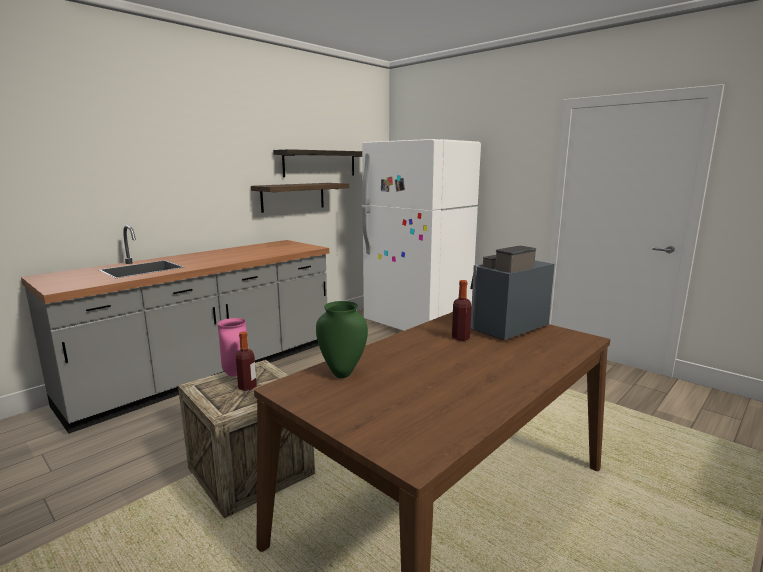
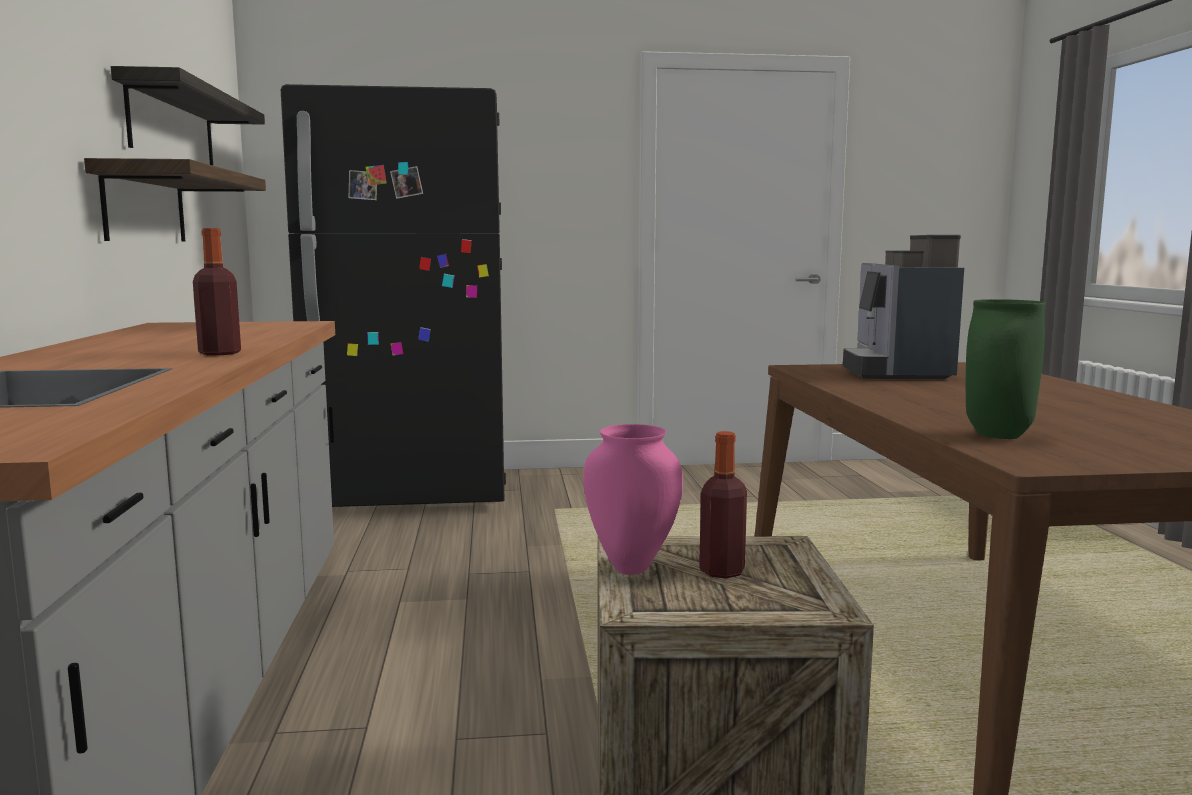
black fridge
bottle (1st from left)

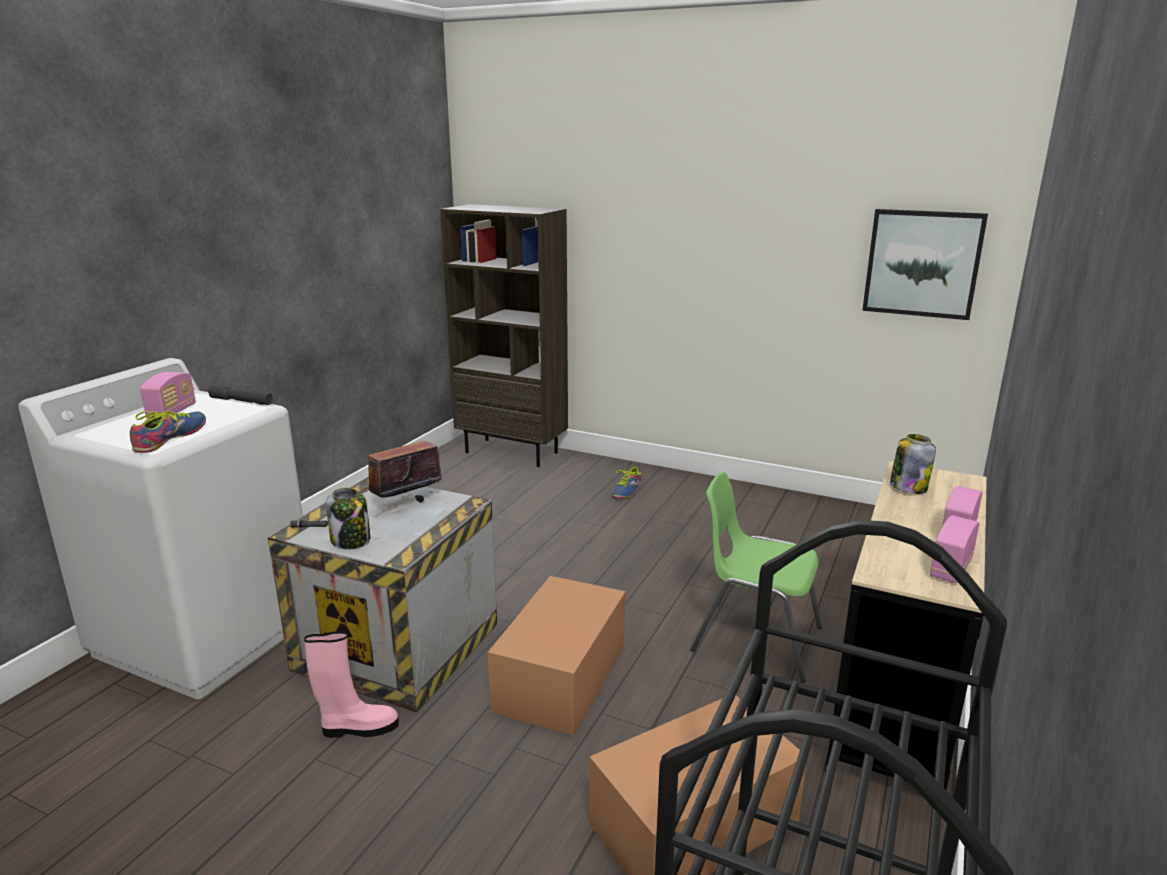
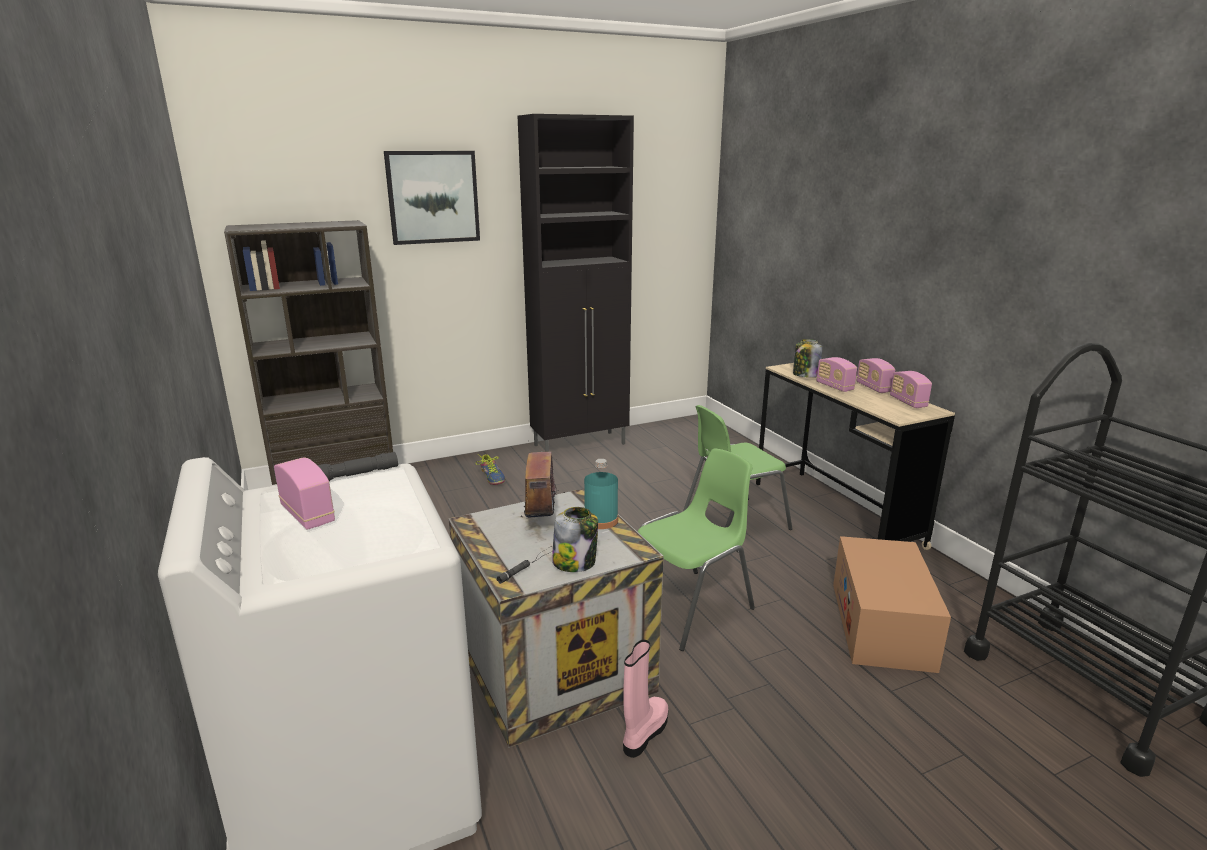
shoe (1st from left in the first image)
green chair (1st from left)
picture
black cabinet
turquoise bottle
radio (3rd from left)

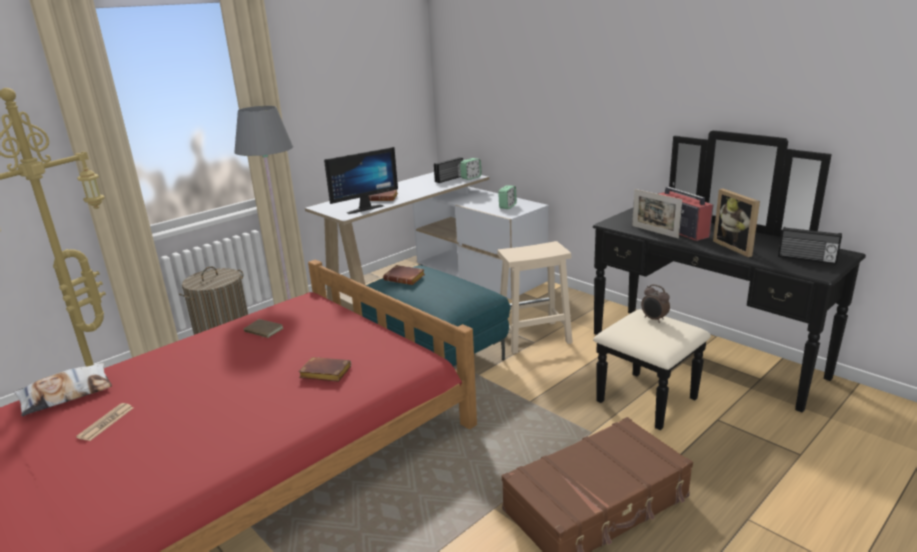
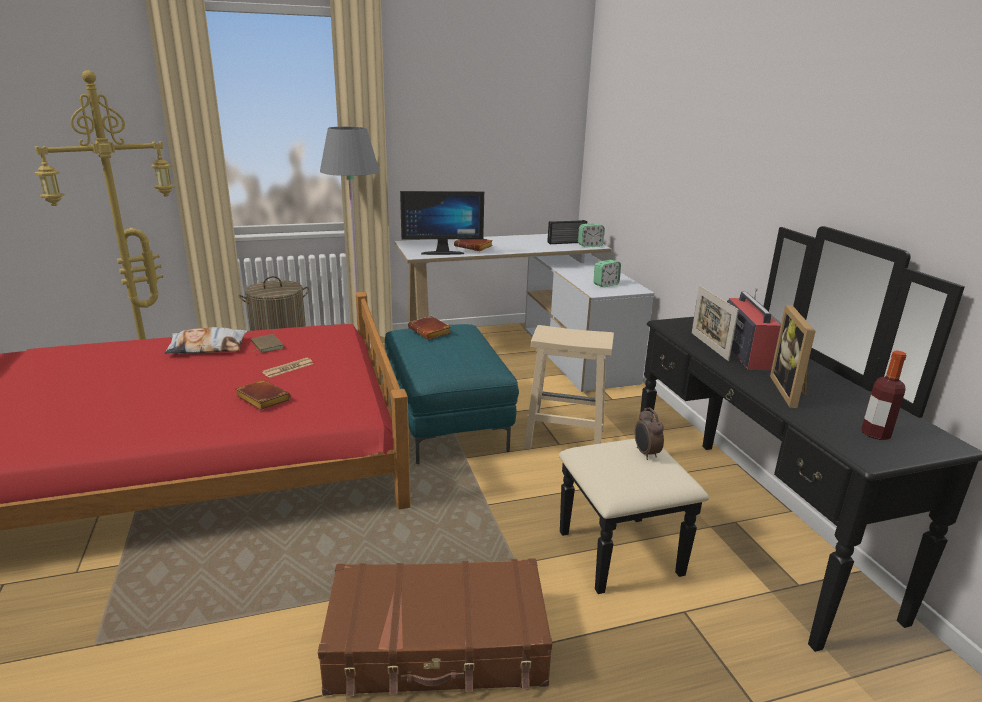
pillow
newspaper
bottle

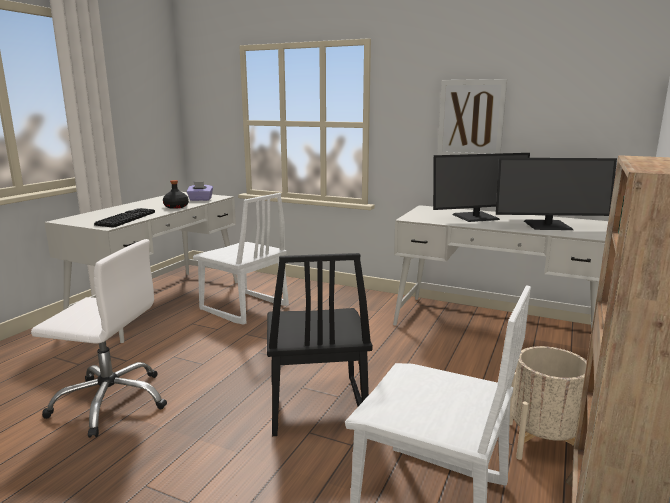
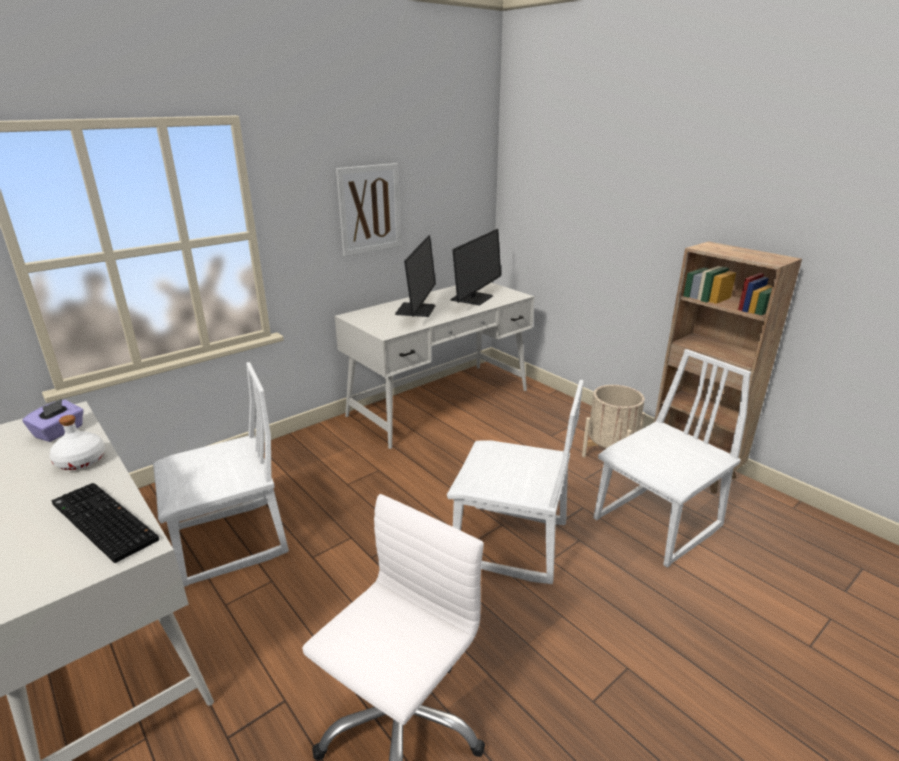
white bottle
white chair (2nd from left)

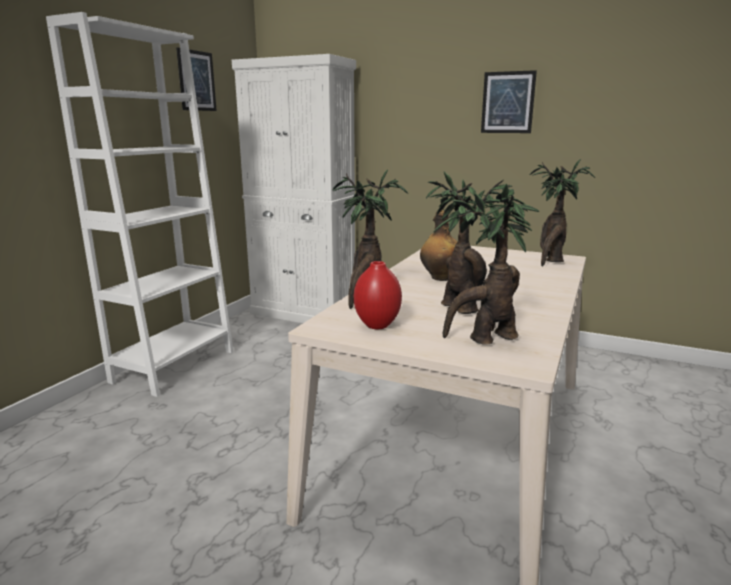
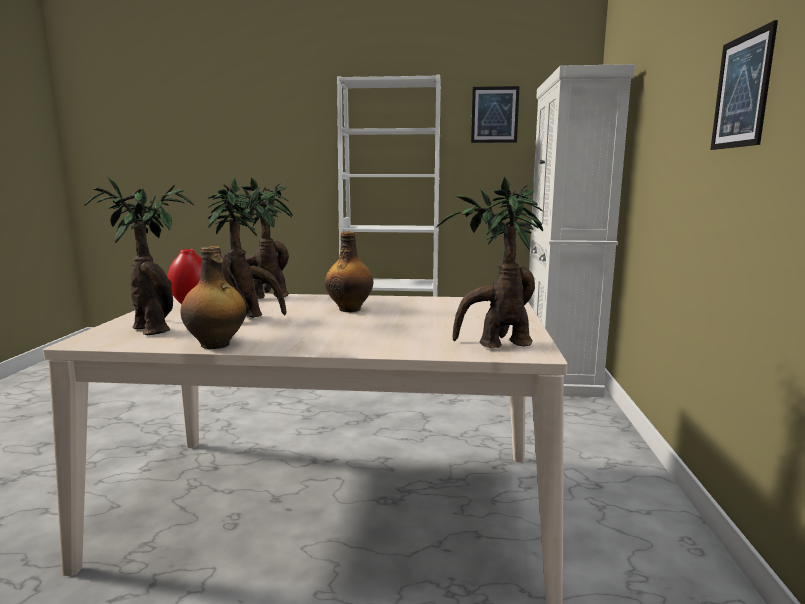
bottle (1st from left)

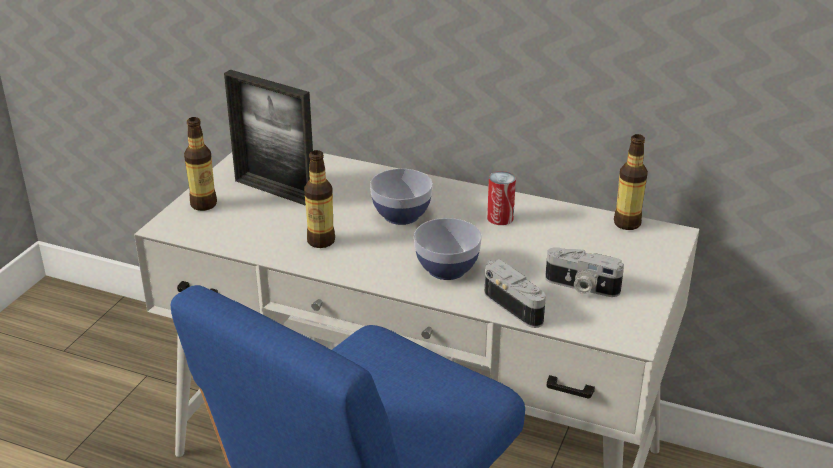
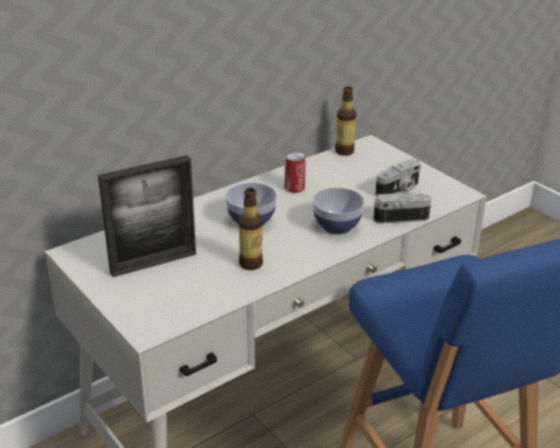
bottle (1st from left in the first image)

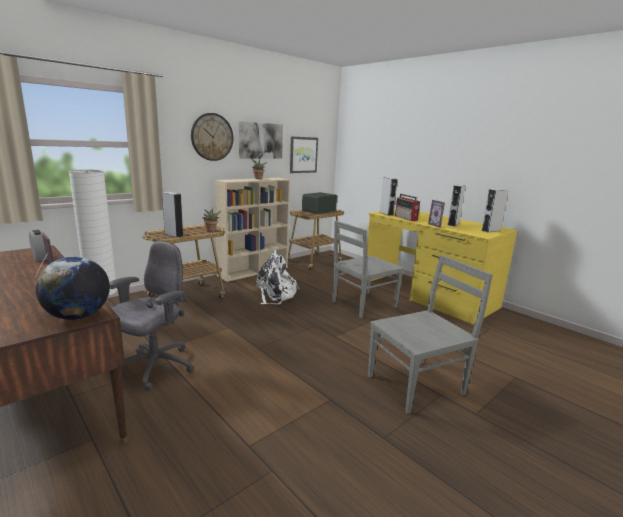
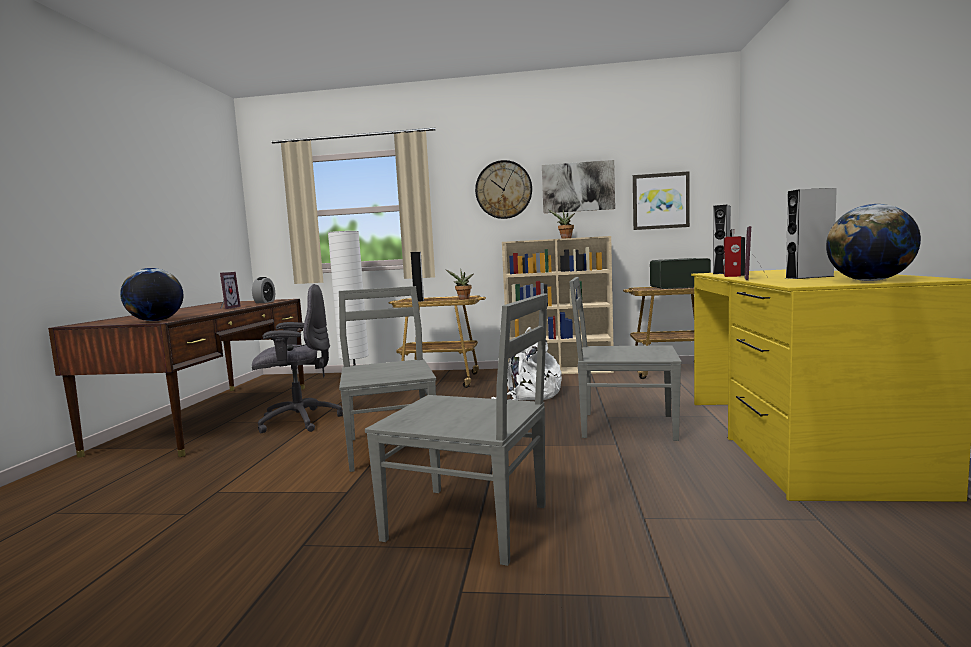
globe (2nd from left)
grey chair (1st from left)

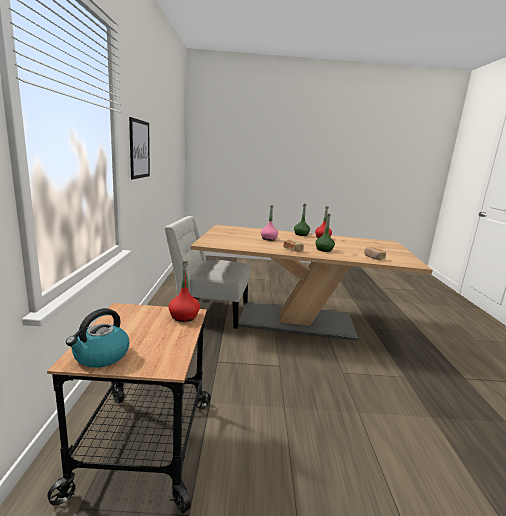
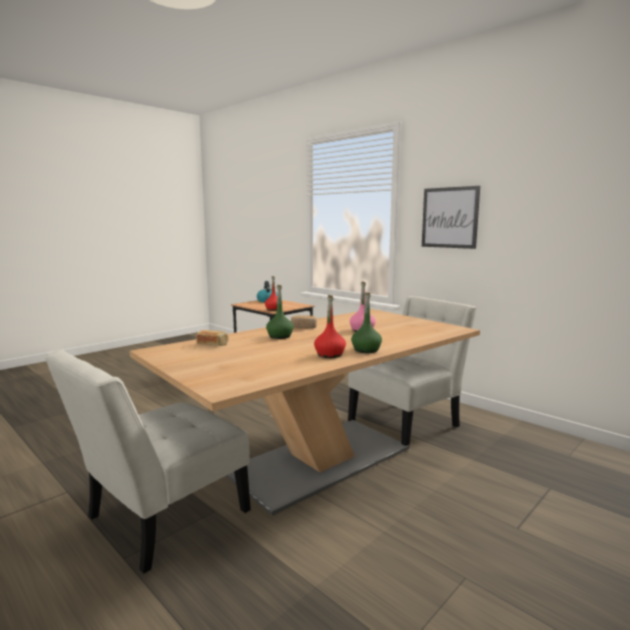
white chair (1st from left)

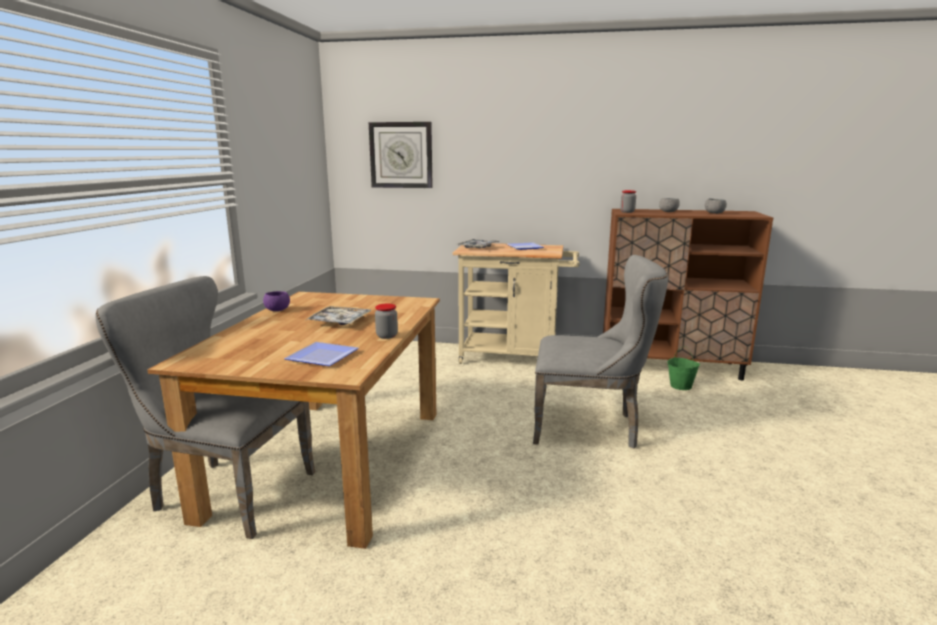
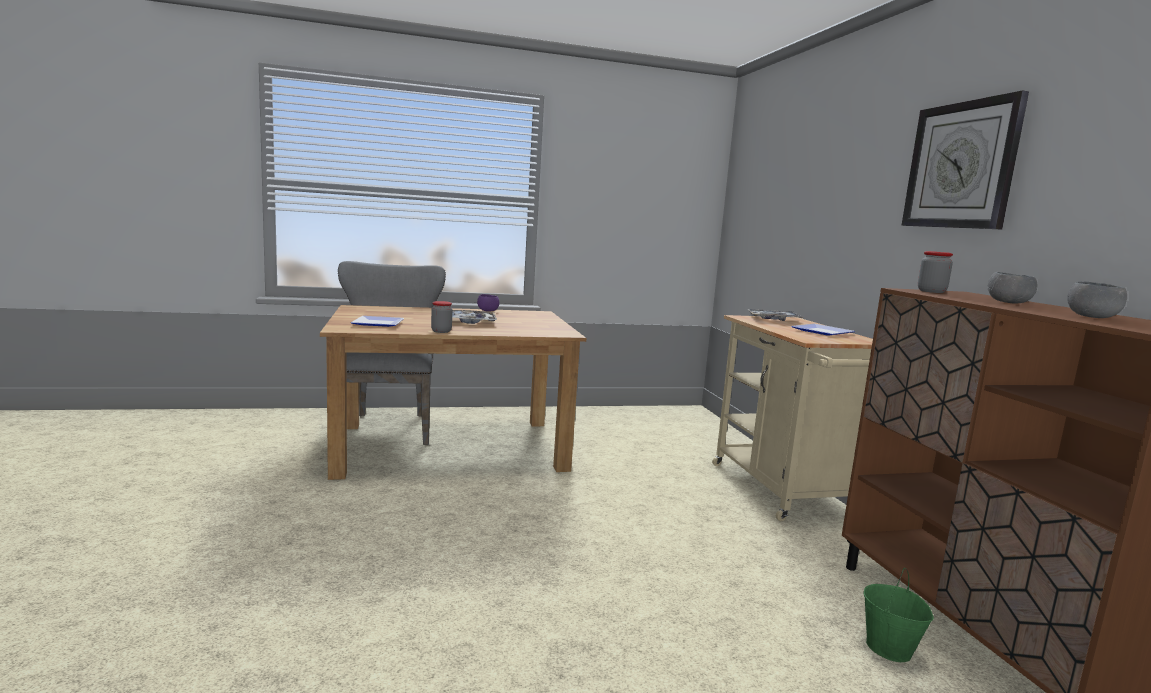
wall clock
grey chair (2nd from left in the first image)

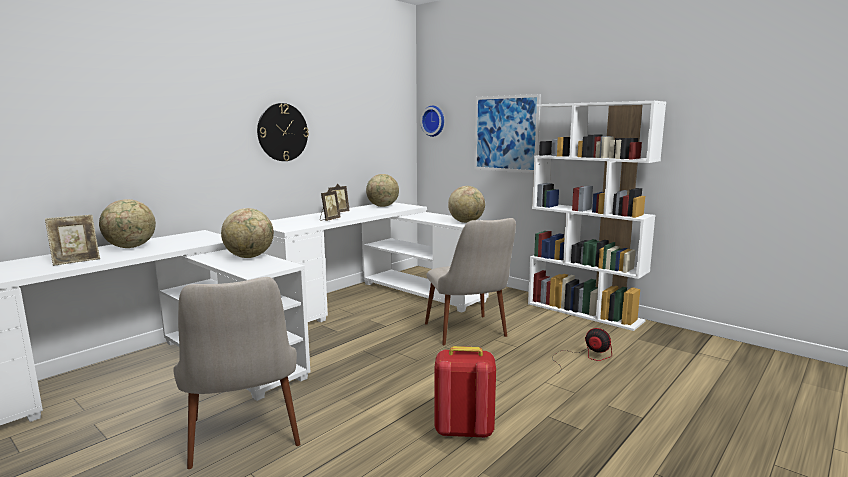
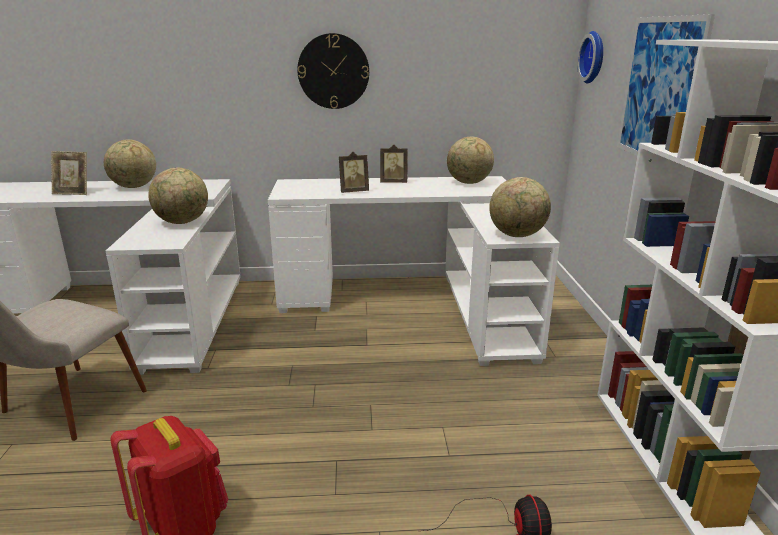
beige chair (2nd from left in the first image)

